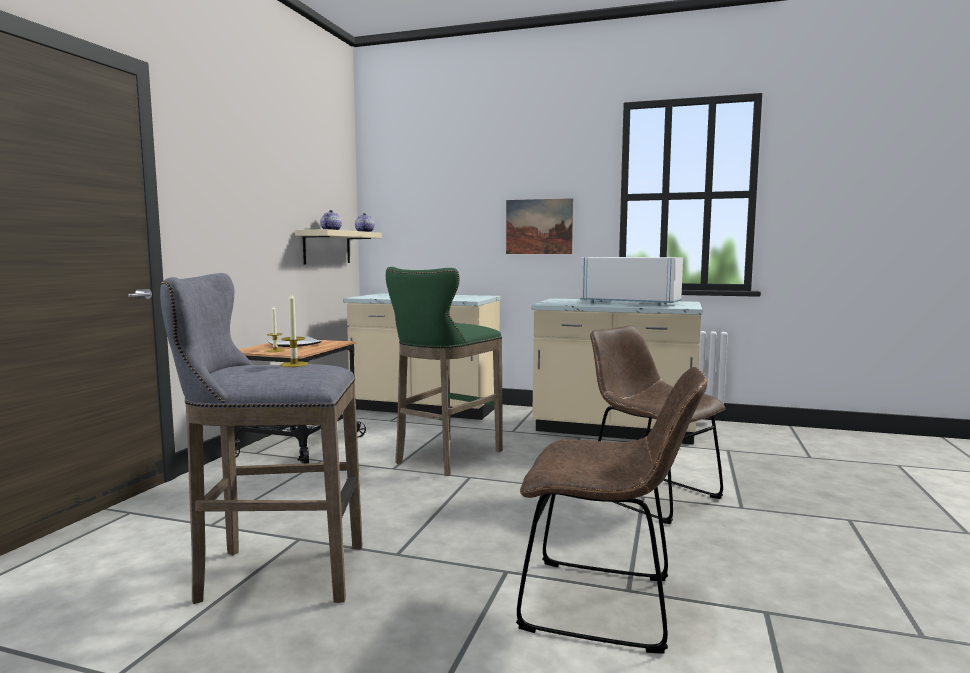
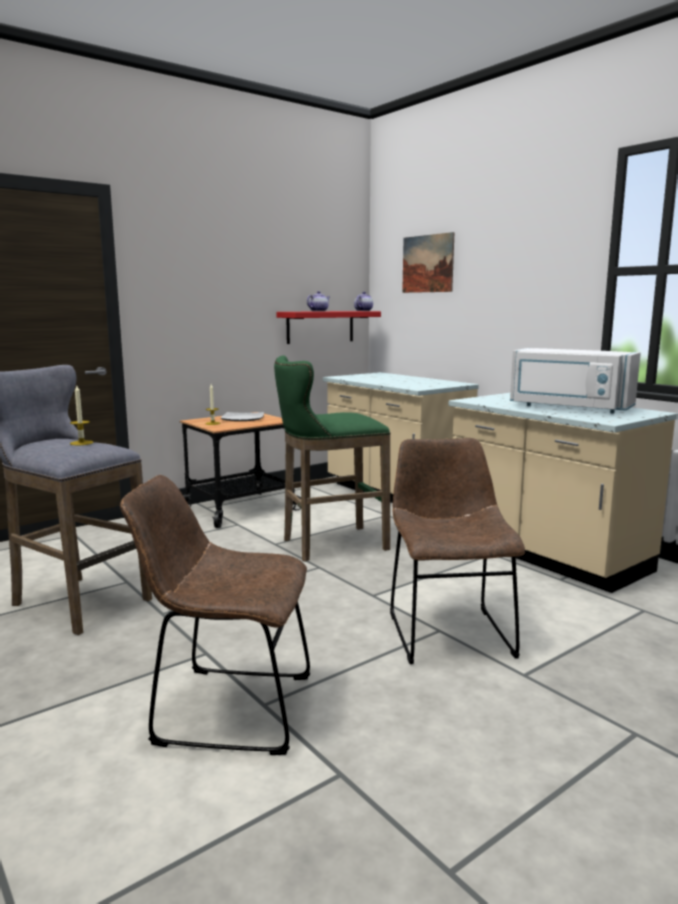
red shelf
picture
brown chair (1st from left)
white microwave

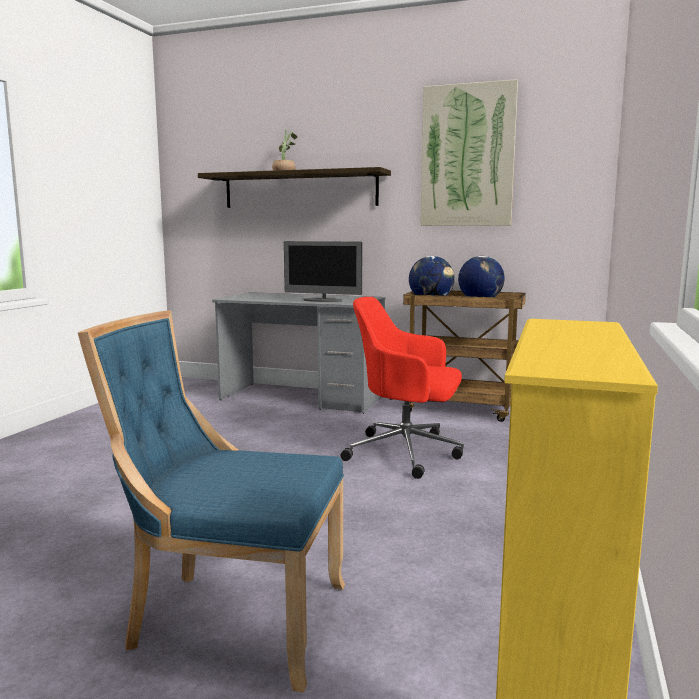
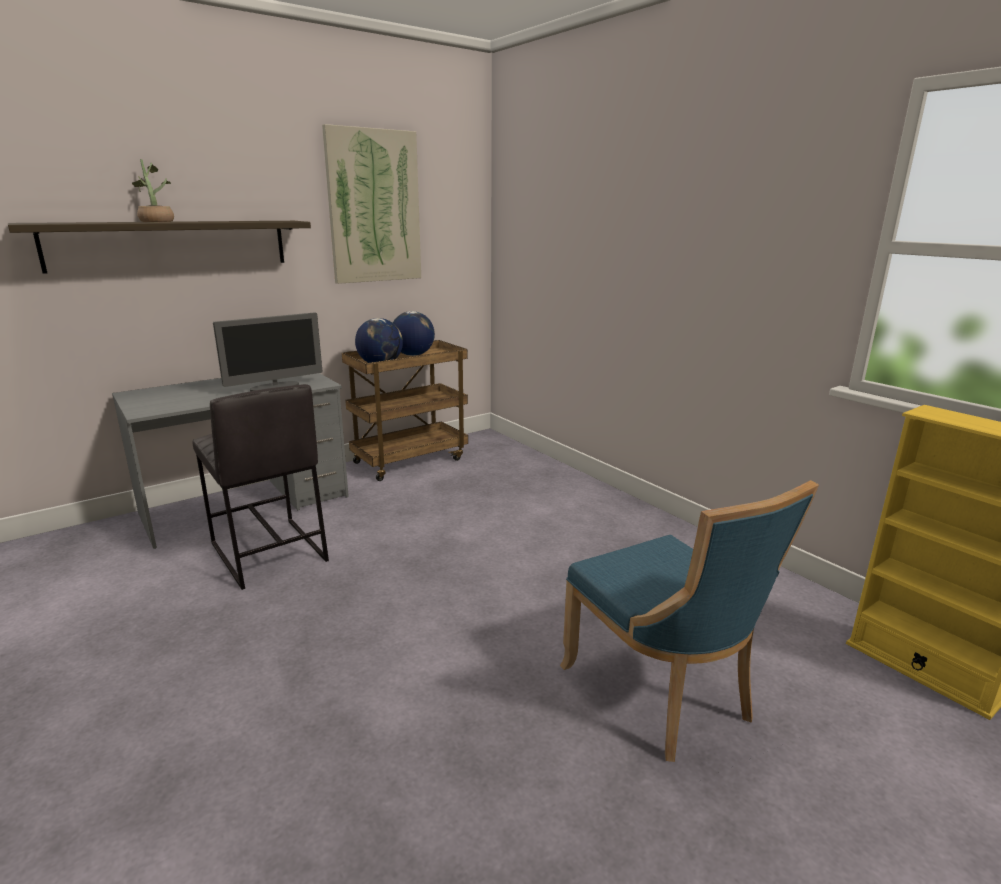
blue chair
red office chair
grey stool

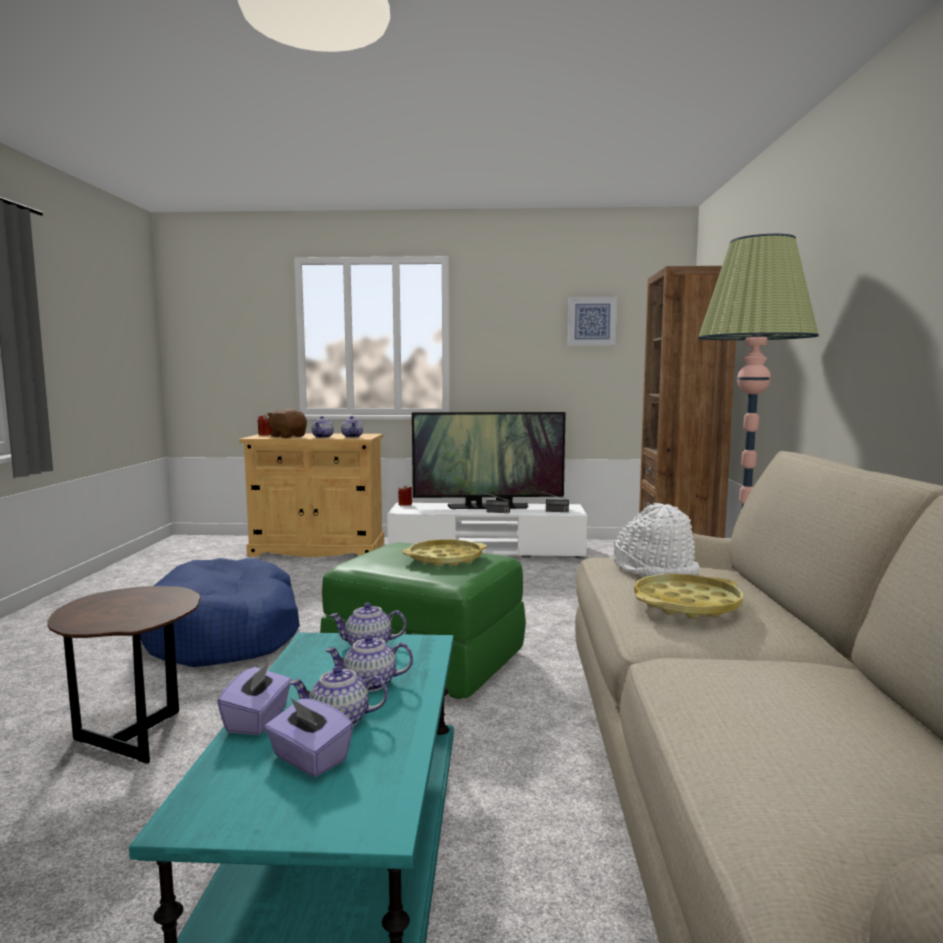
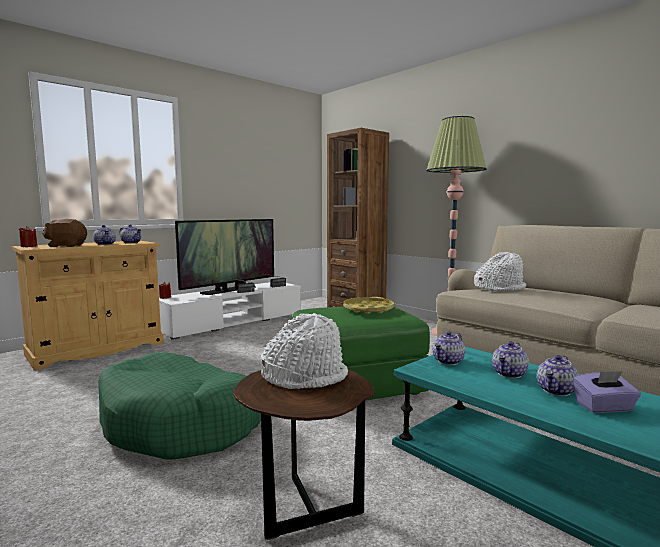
green dog bed
purple tissue box (1st from left in the first image)
picture
yellow tray (2nd from left in the first image)
white hat (1st from left)

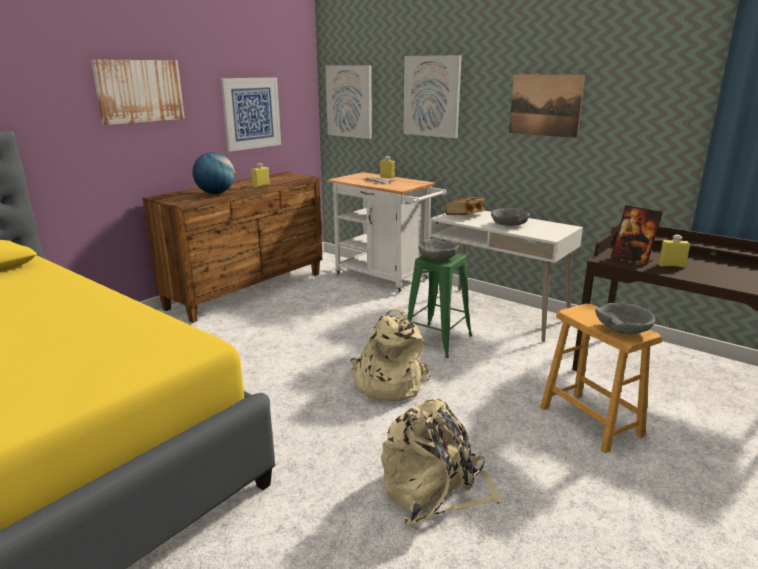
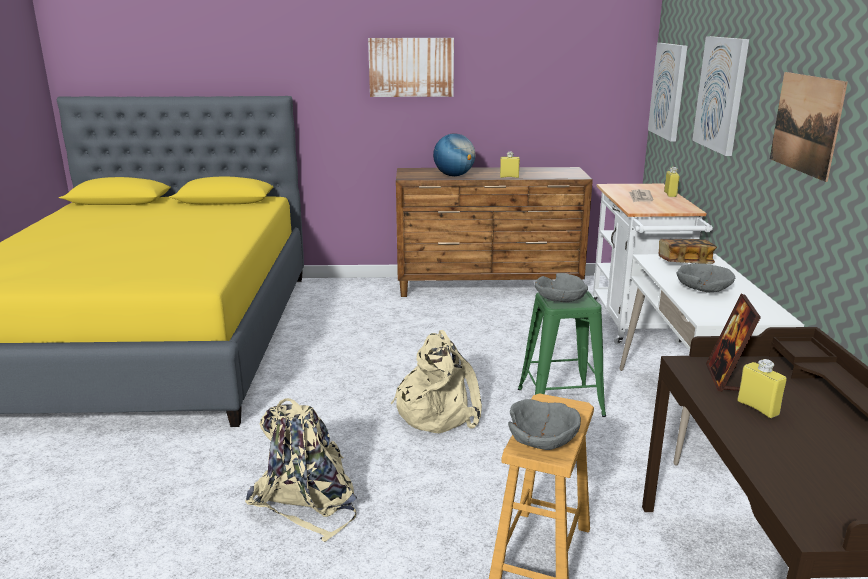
picture (2nd from left in the first image)

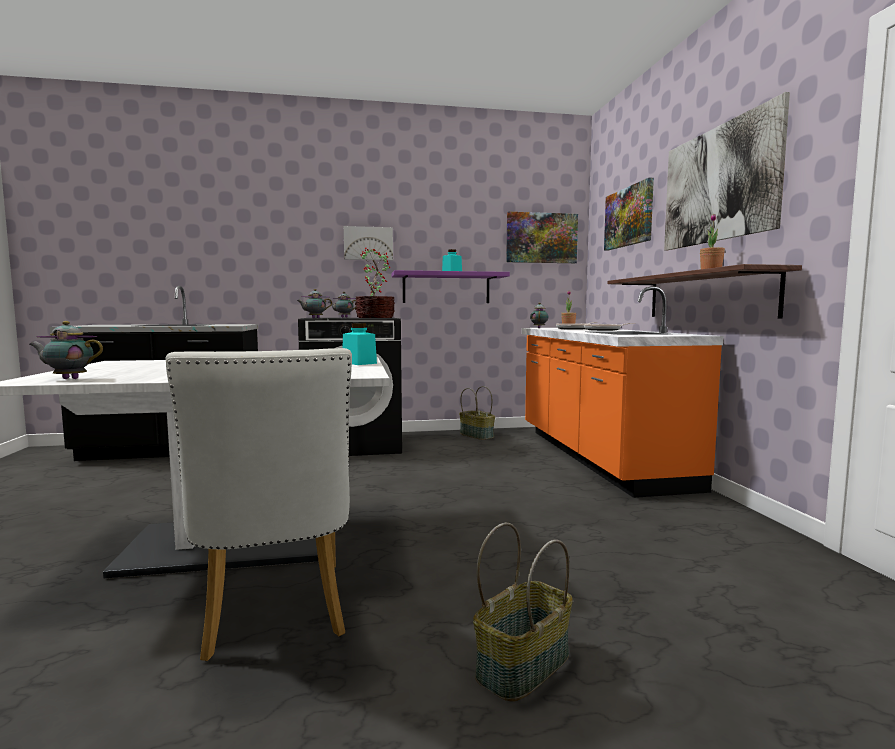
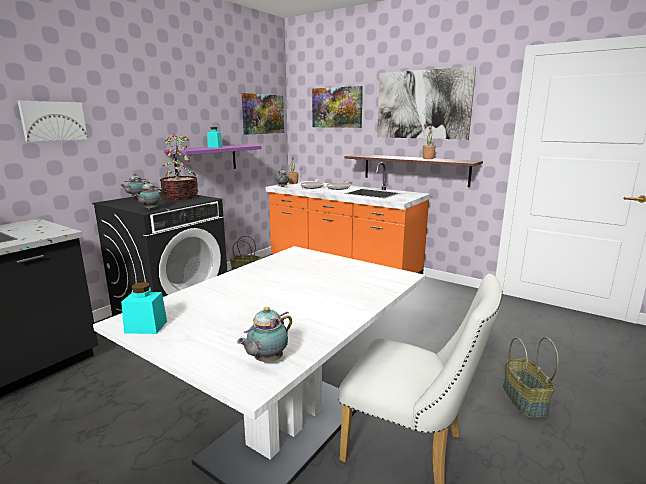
turquoise jar (1st from left)
picture (1st from left)

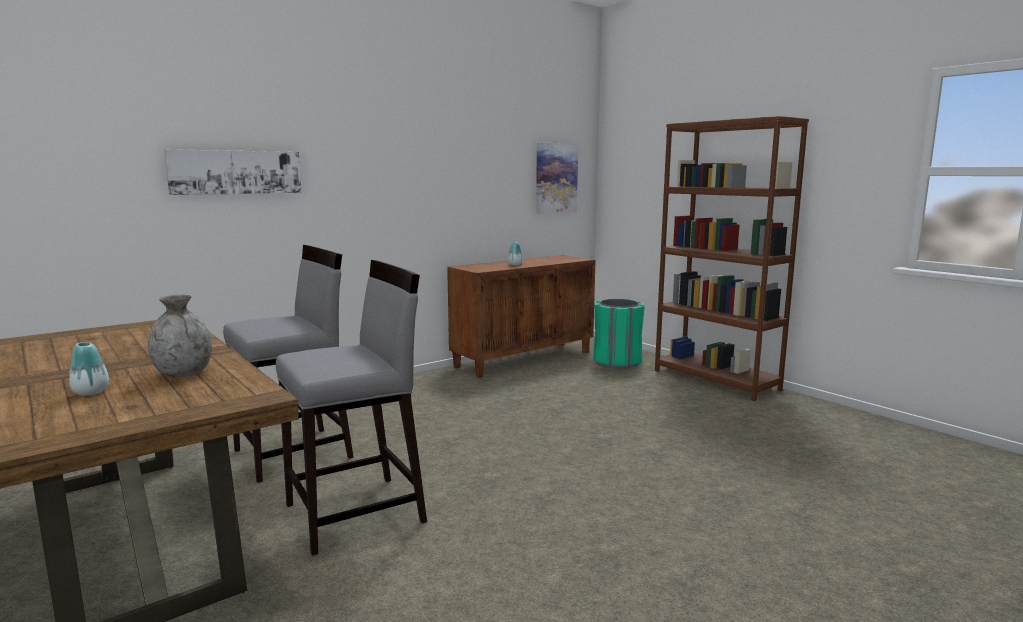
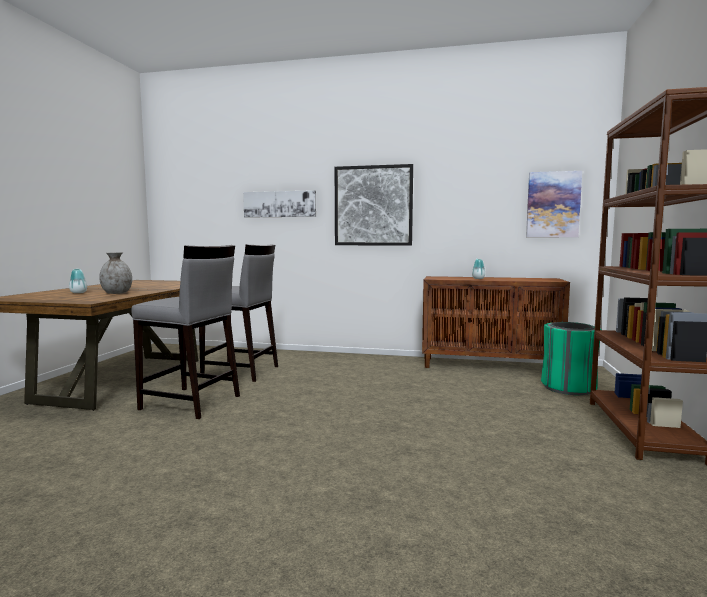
picture (2nd from left)

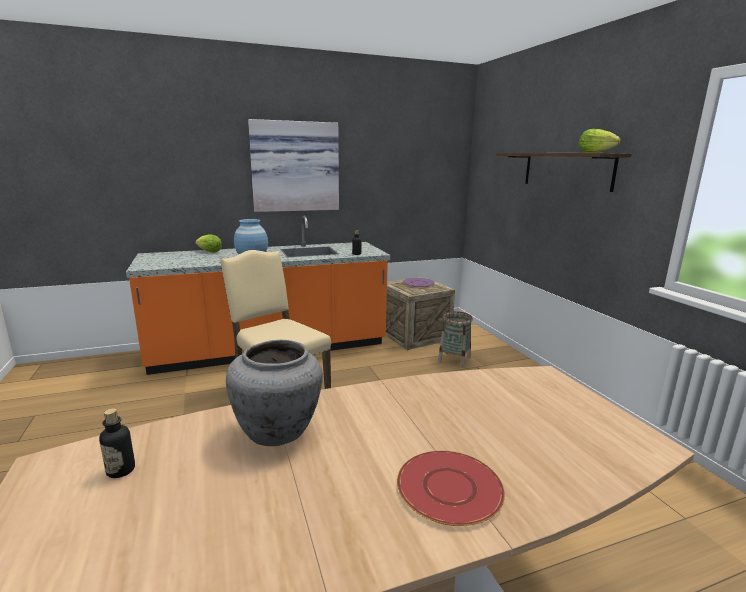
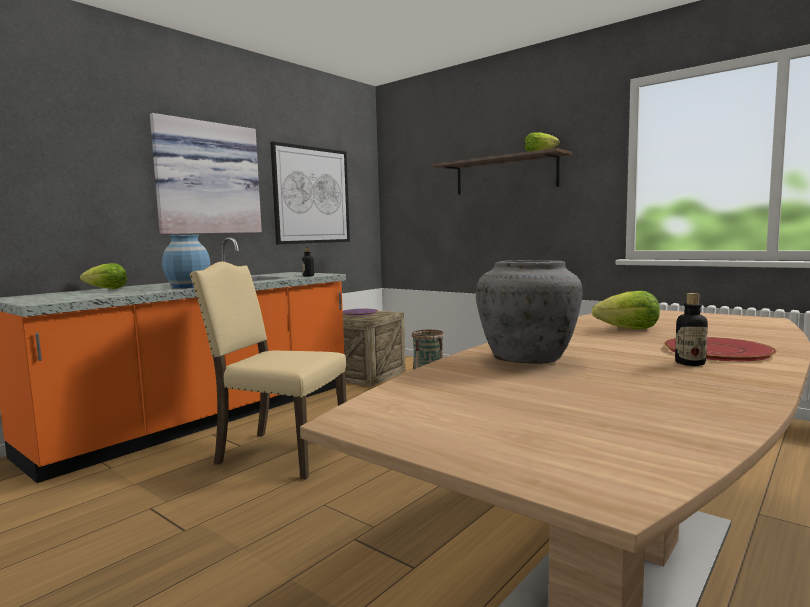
bottle (2nd from left)
picture (2nd from left)
lettuce (3rd from left)

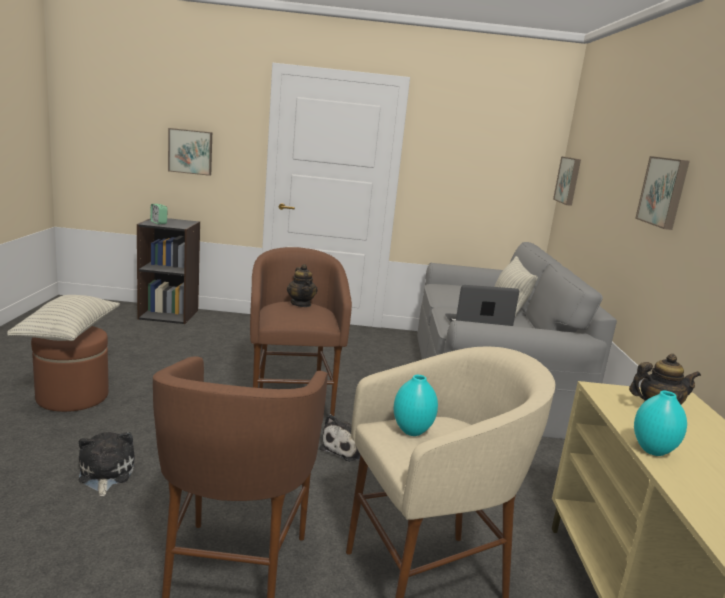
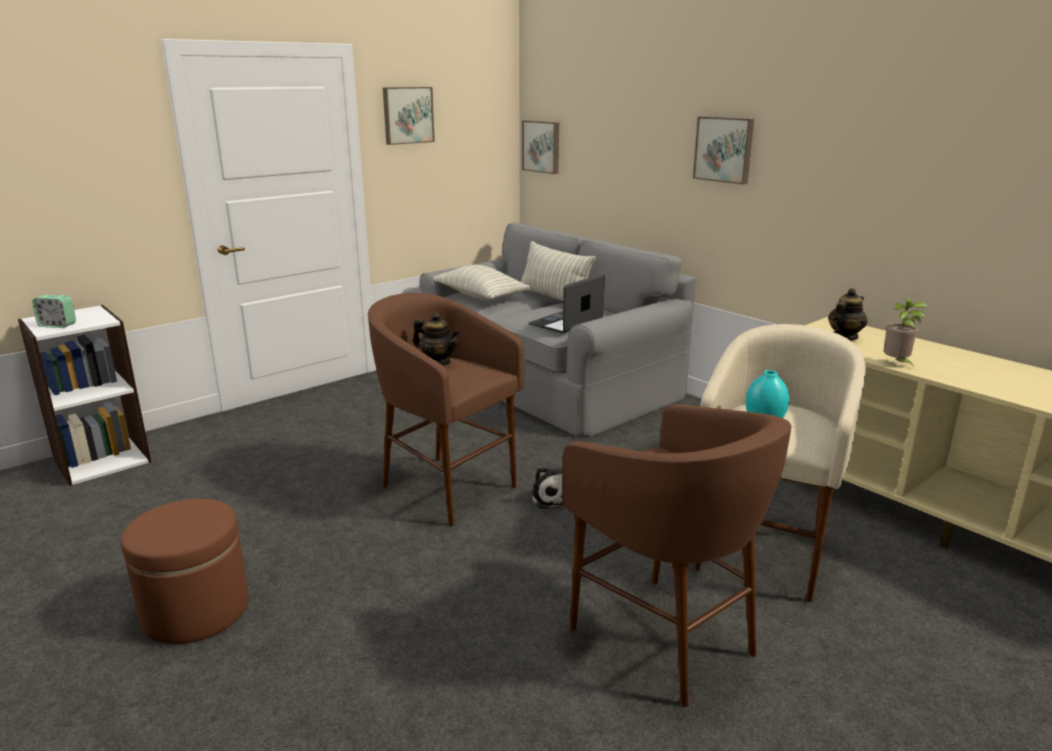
pillow (1st from left)
plush toy (1st from left in the first image)
white bookcase
picture (1st from left)
potted plant

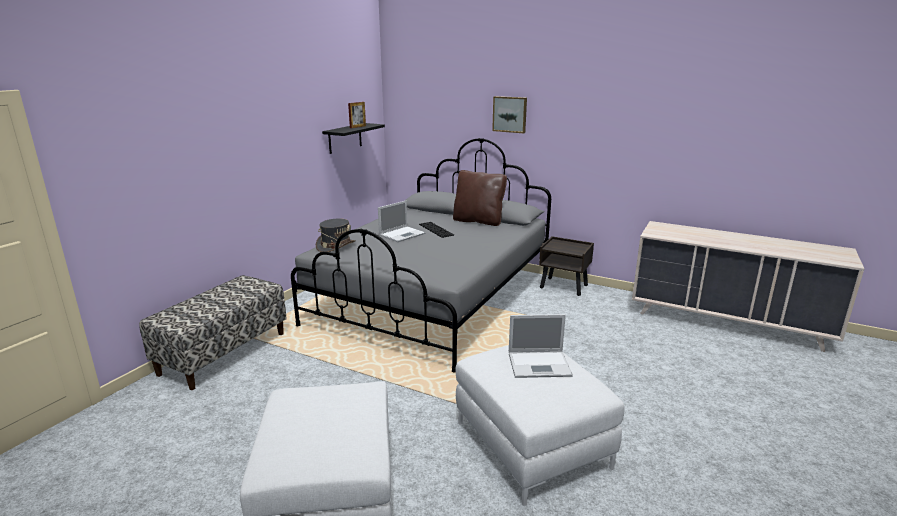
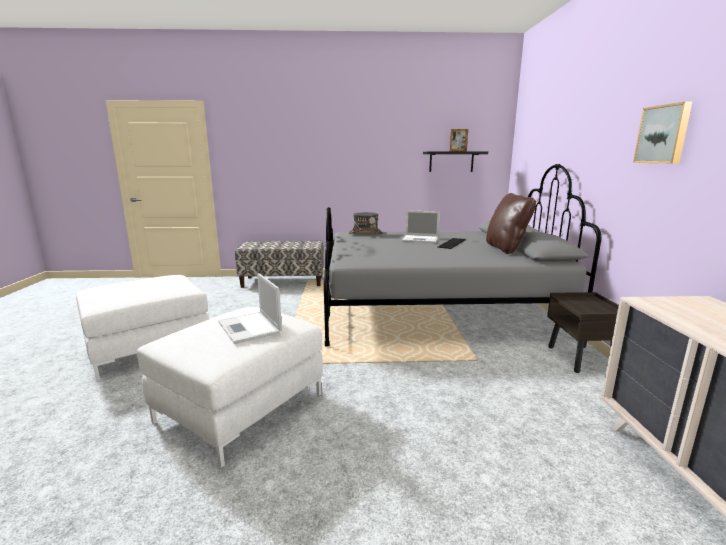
picture

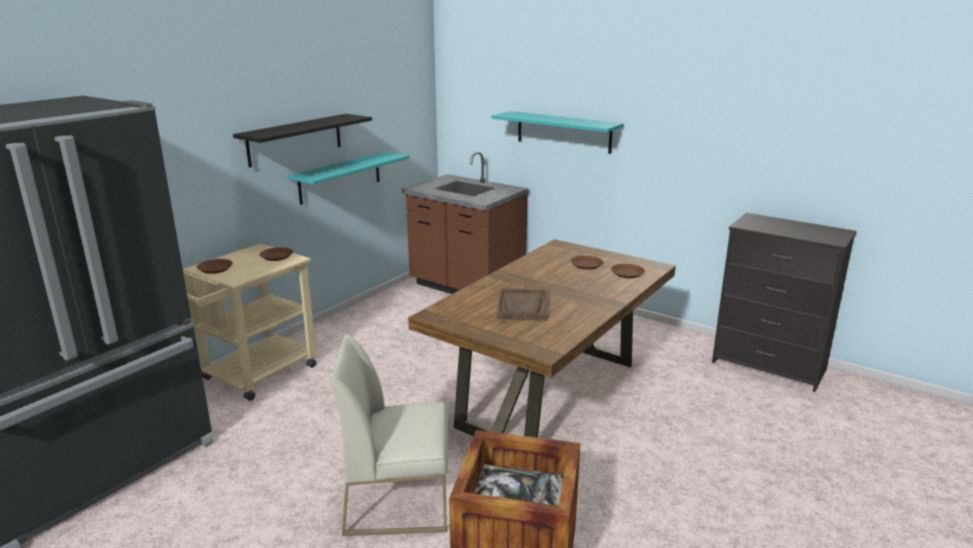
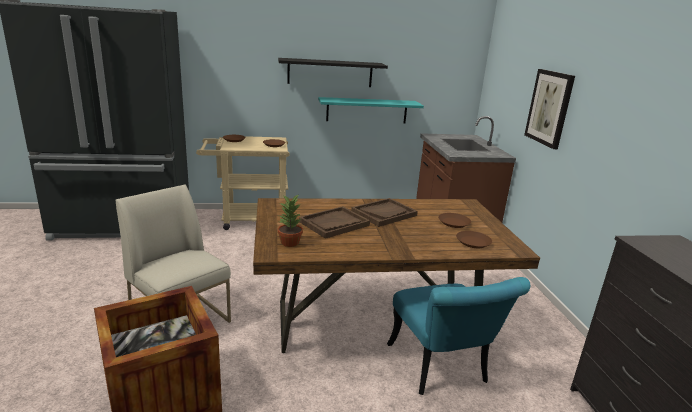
picture
potted plant
brown tray (2nd from left)
turquoise chair

